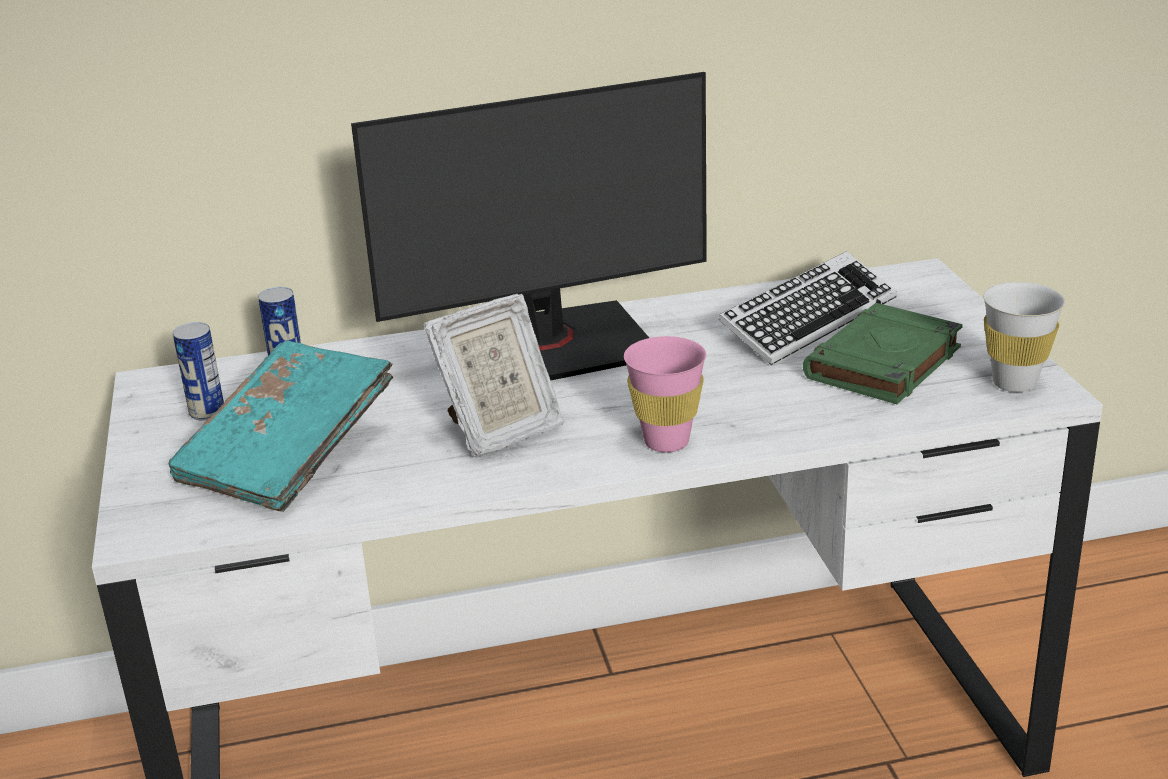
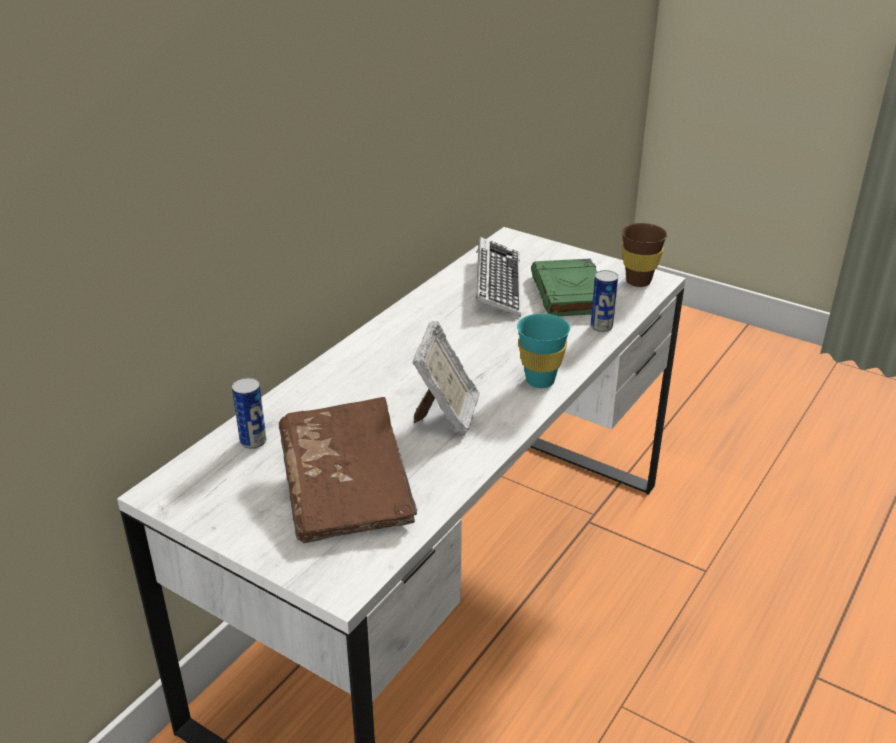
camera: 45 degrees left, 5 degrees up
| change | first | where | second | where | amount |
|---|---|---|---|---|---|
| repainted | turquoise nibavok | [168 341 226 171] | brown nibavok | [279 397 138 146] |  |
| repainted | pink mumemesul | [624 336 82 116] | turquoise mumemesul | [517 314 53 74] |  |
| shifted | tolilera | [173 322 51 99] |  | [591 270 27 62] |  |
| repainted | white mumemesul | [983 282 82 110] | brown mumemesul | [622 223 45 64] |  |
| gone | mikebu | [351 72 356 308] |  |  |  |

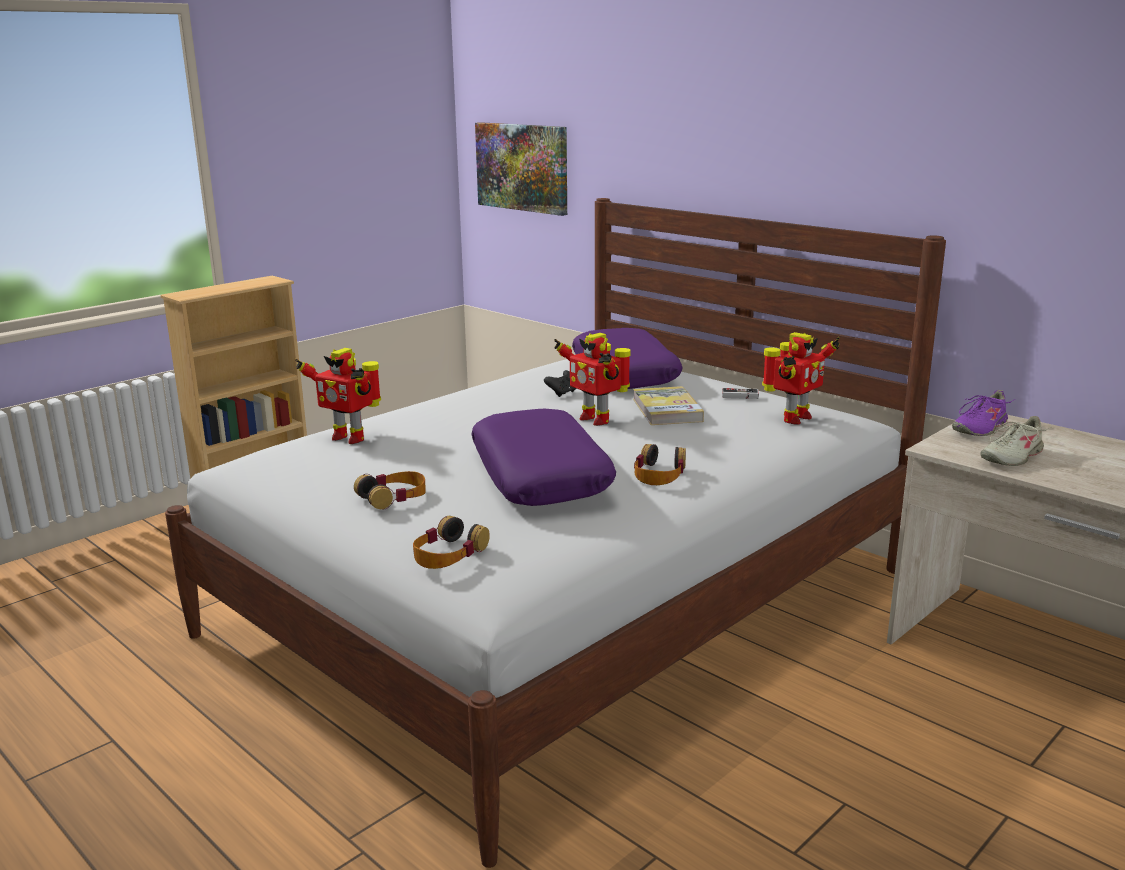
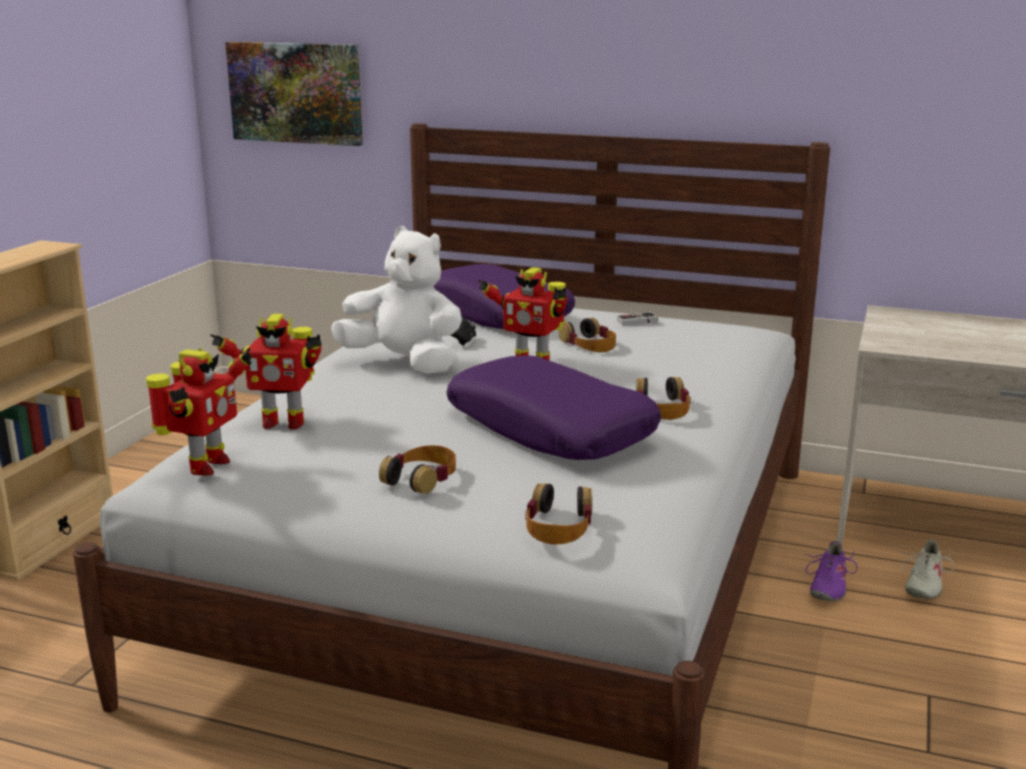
camera: 25 degrees left, 0 degrees up
| change | first | where | second | where | amount |
|---|---|---|---|---|---|
| shifted | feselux | [762 332 78 93] |  | [146 347 106 129] |  |
| new |  |  | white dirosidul | [331 226 131 148] |  |
| swapped | nibavok | [633 386 71 39] | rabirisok | [559 318 57 34] |  |
| shifted | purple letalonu | [952 390 63 46] |  | [804 541 54 60] |  |
| shifted | beige letalonu | [980 416 71 50] |  | [900 539 55 60] |  |

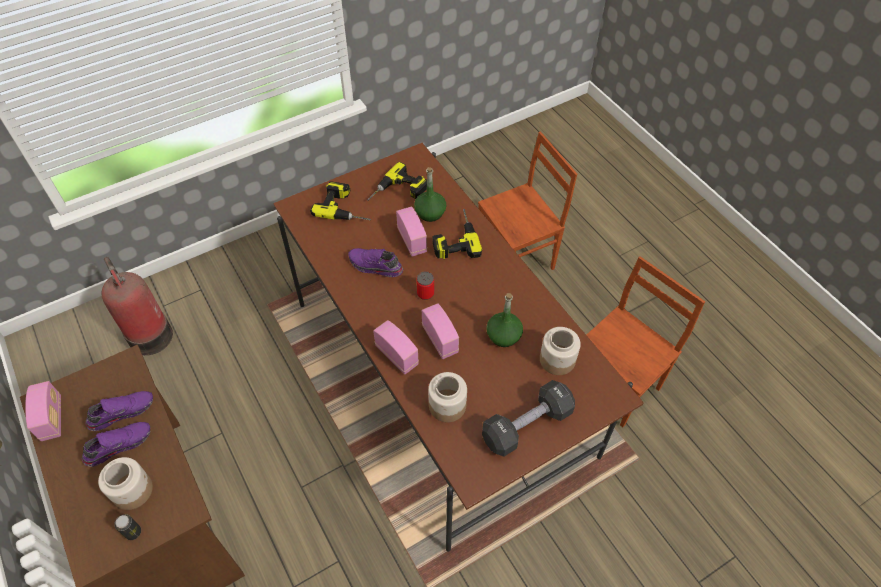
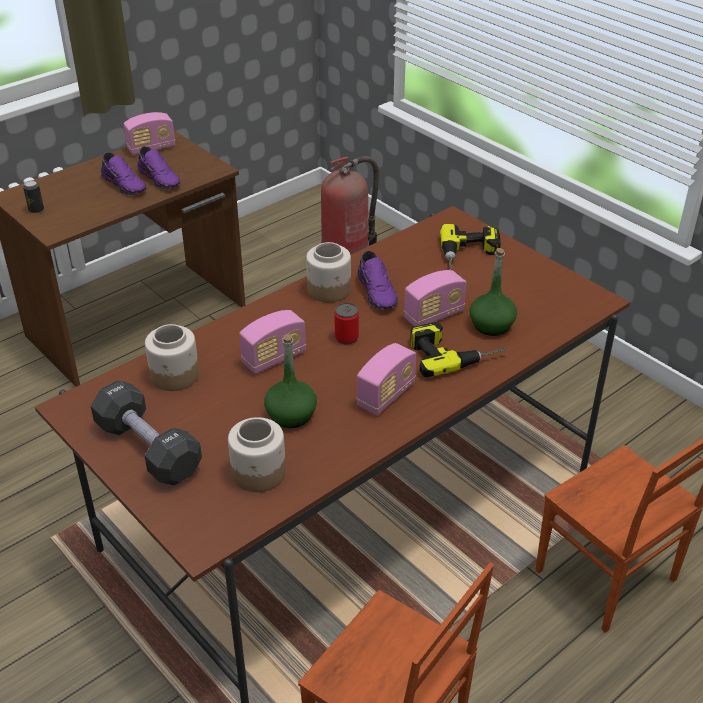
camera: 80 degrees right, 15 degrees down
| change | first | where | second | where | amount |
|---|---|---|---|---|---|
| shifted | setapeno | [98 457 55 53] |  | [306 242 45 60] |  |
| shifted | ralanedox | [373 320 46 54] |  | [356 343 60 72] |  |
| rotated | purple letalonu | [348 248 56 29] |  | [357 251 41 59] | 150 degrees clockwise |
| gone | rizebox | [367 162 60 39] |  |  |  |

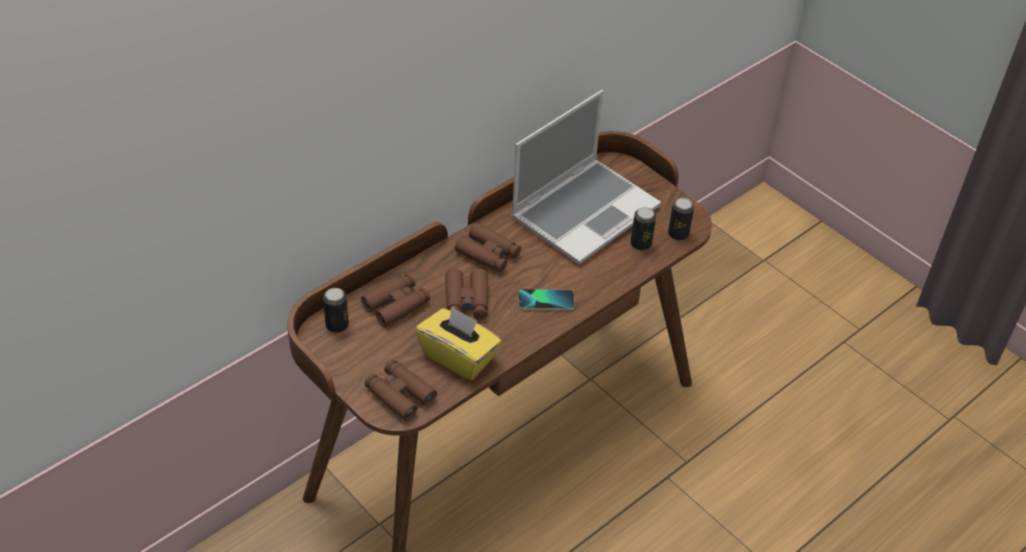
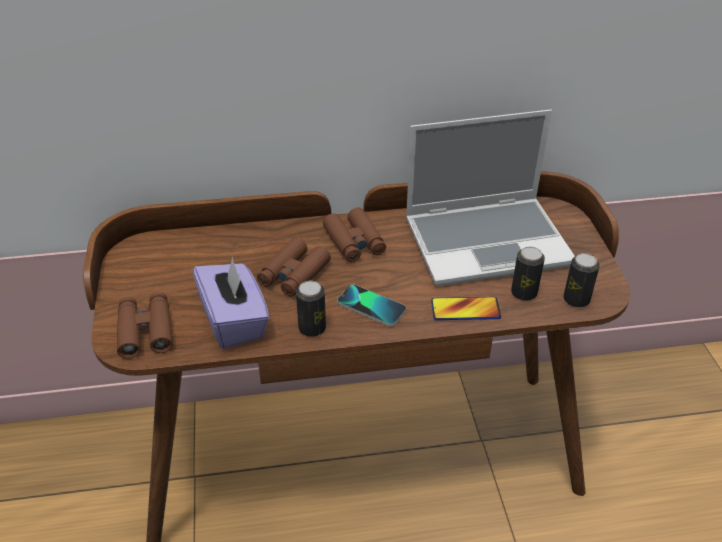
camera: 35 degrees right, 5 degrees down
| change | first | where | second | where | amount |
|---|---|---|---|---|---|
| repainted | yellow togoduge | [416 306 85 74] | purple togoduge | [193 257 76 92] |  |
| shifted | tolilera | [323 288 26 45] |  | [296 281 30 56] |  |
| new |  |  | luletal | [431 297 70 23] |  |
| gone | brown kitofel | [361 273 69 54] |  |  |  |

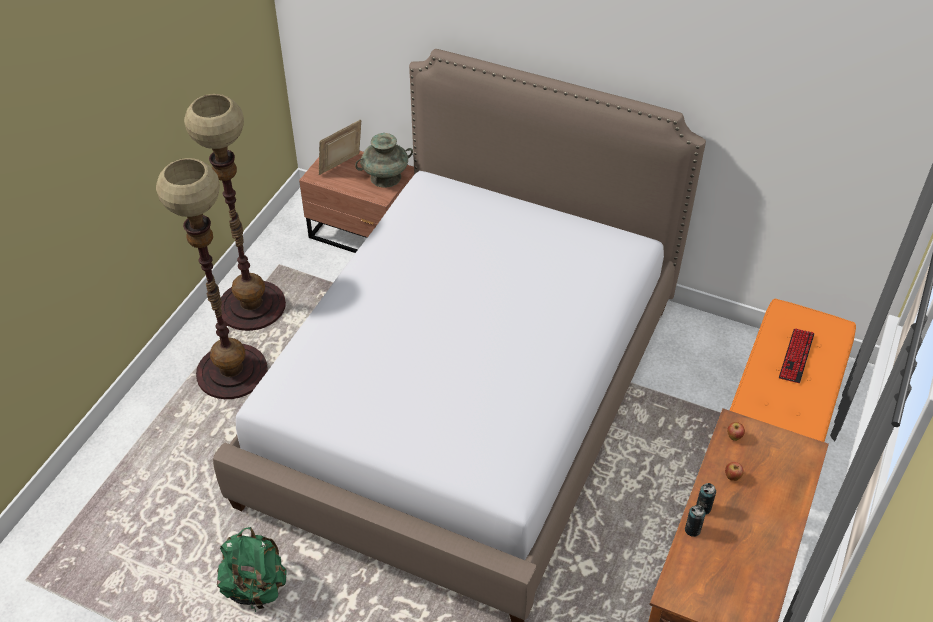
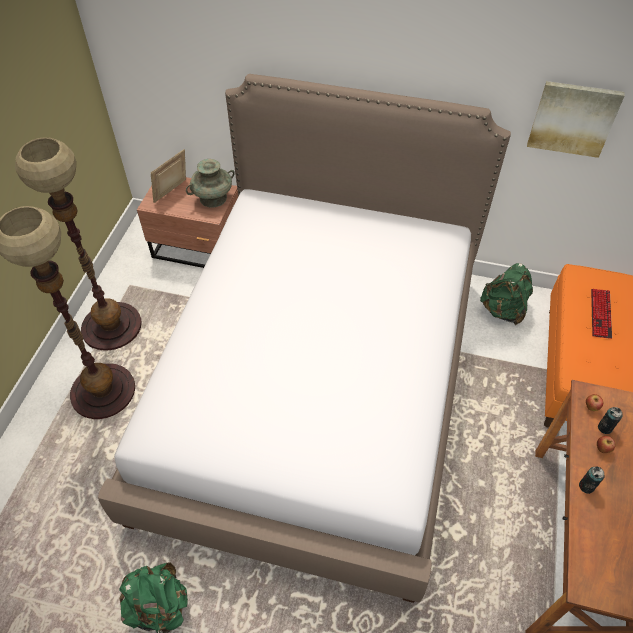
camera: 10 degrees left, 5 degrees up
| change | first | where | second | where | amount |
|---|---|---|---|---|---|
| new |  |  | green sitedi | [480 263 53 62] |  |
| new |  |  | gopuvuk | [527 81 98 77] |  |
| shifted | tolilera | [685 505 21 32] |  | [598 407 25 27] |  |

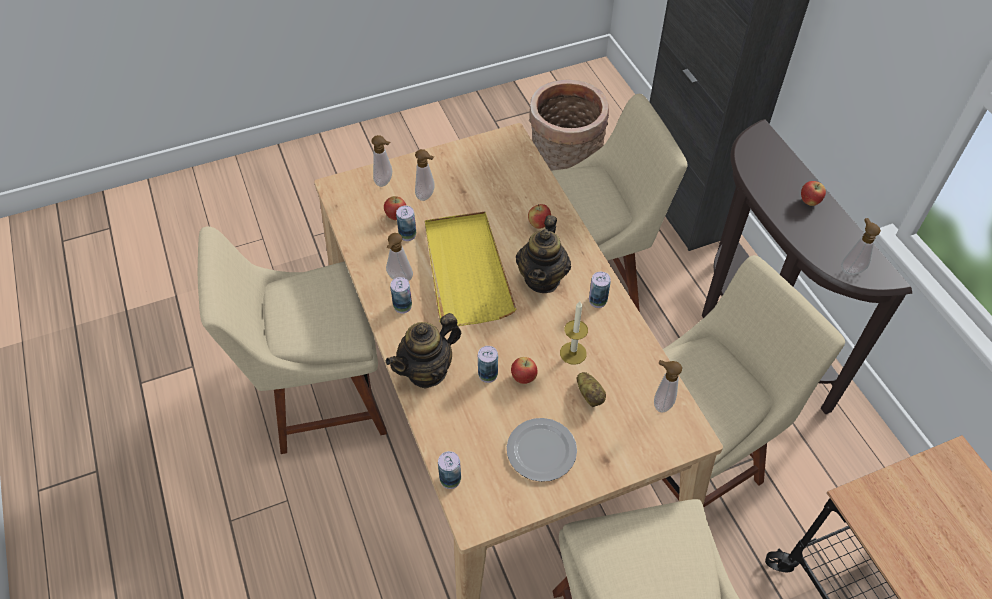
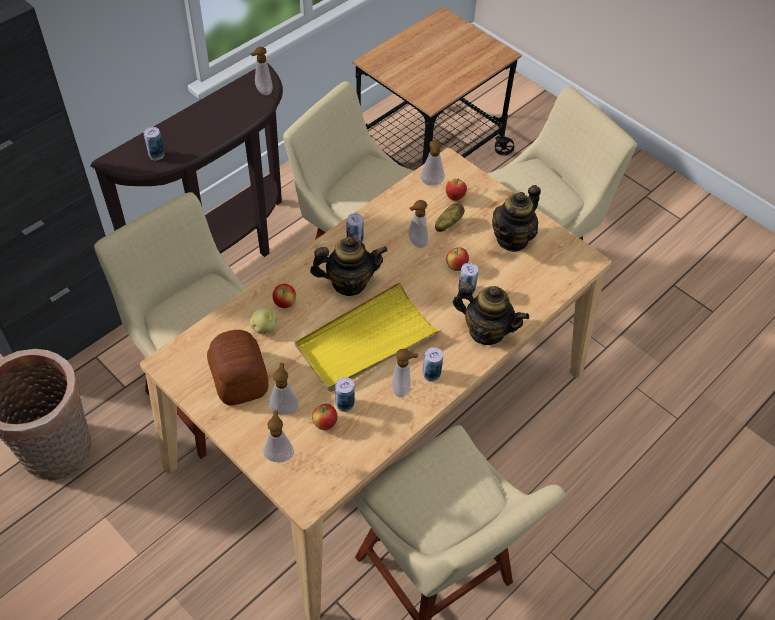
camera: 115 degrees left, 0 degrees up
| change | first | where | second | where | amount |
|---|---|---|---|---|---|
| shifted | tolilera | [438 451 23 38] |  | [144 127 20 33] |  |
| new |  |  | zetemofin | [207 330 61 76] |  |
| new |  |  | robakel | [250 308 27 26] |  |
| swapped | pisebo | [560 301 28 64] | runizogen | [408 200 20 48] |  |
| shifted | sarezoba | [801 181 25 25] |  | [446 178 21 23] |  |
| swapped | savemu | [507 418 70 64] | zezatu | [492 185 49 67] |  |

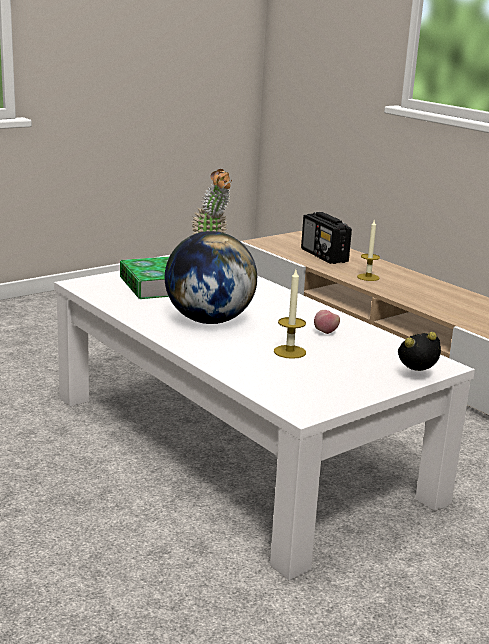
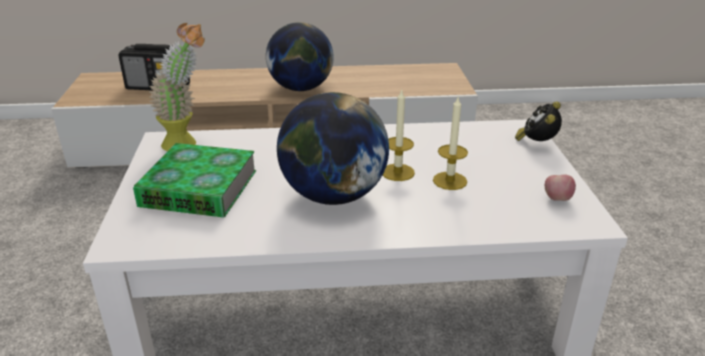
camera: 55 degrees left, 10 degrees up
| change | first | where | second | where | amount |
|---|---|---|---|---|---|
| new |  |  | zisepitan | [266 22 68 69] |  |
| shifted | pisebo | [357 220 23 61] |  | [383 89 32 92] |  |
| shifted | sarezoba | [314 310 26 24] |  | [545 174 31 27] |  |

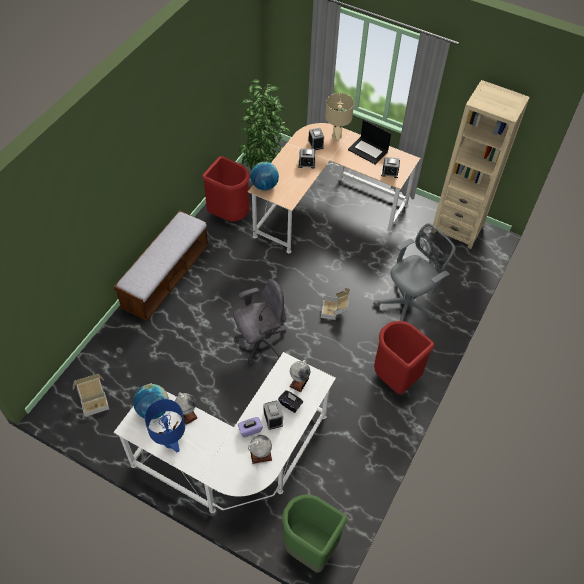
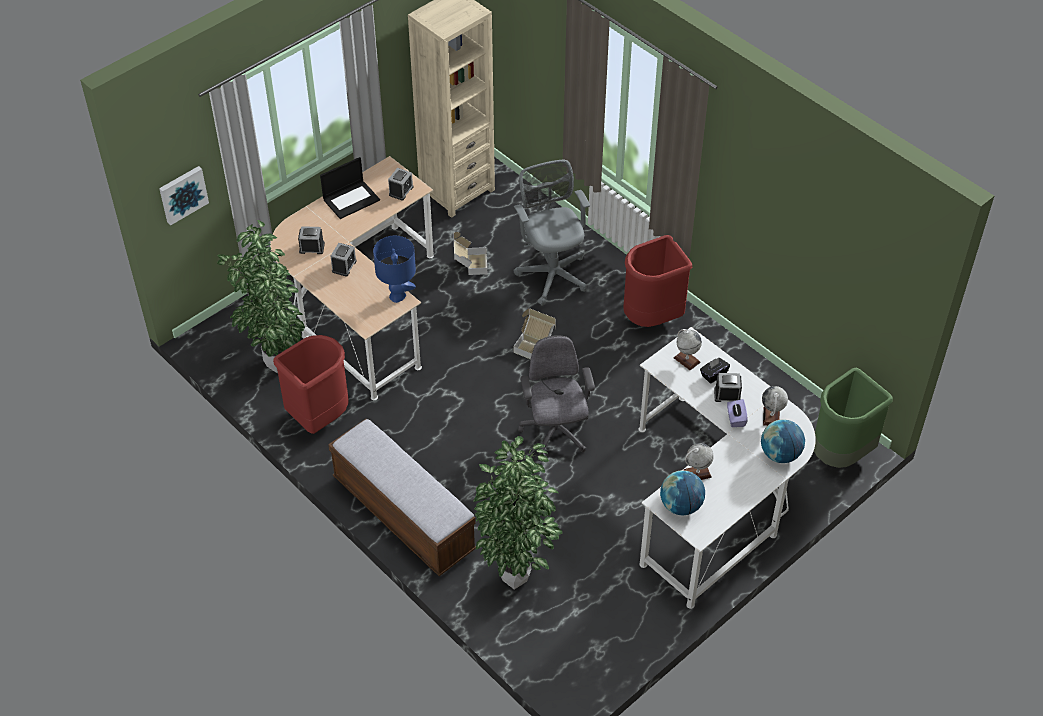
camera: 70 degrees left, 5 degrees down
| change | first | where | second | where | amount |
|---|---|---|---|---|---|
| new |  |  | gopuvuk | [159 166 50 59] |  |
| shifted | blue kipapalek | [145 399 40 53] |  | [373 236 43 67] |  |
| shifted | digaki | [73 374 36 43] |  | [453 232 34 43] |  |
| new |  |  | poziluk | [474 436 88 154] |  |
| shifted | zisepitan | [251 162 28 28] |  | [761 419 44 44] |  |
| gone | beige kipapalek | [325 93 29 48] |  |  |  |

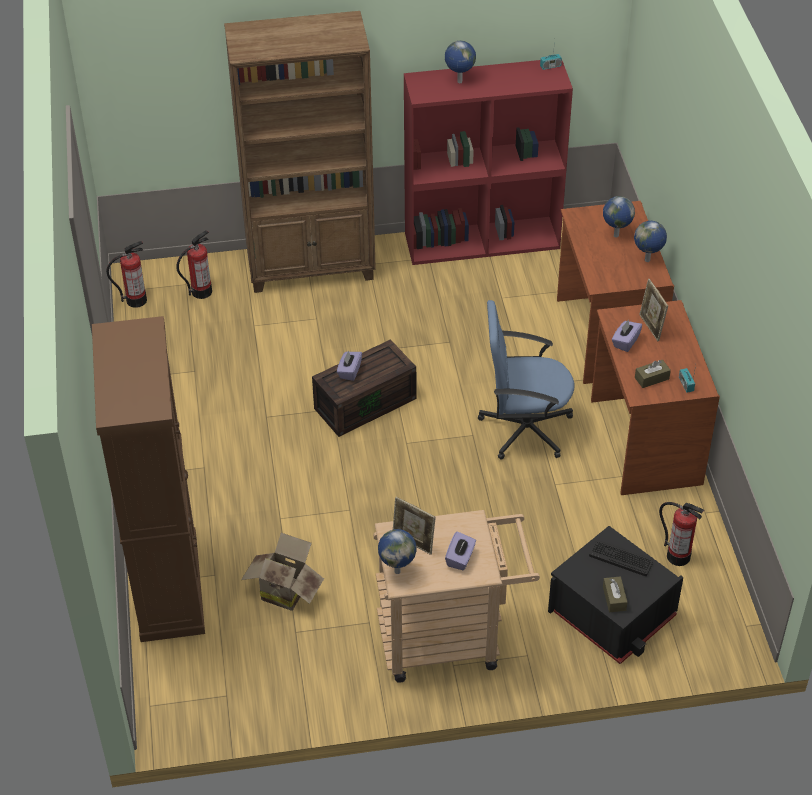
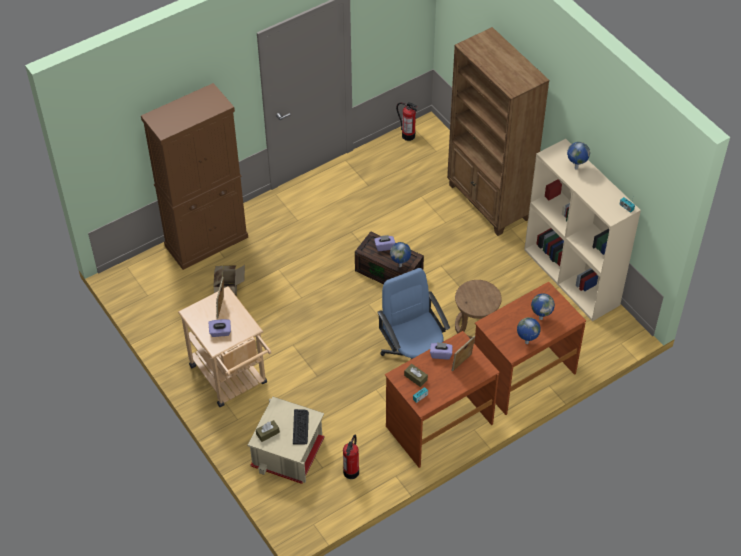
camera: 65 degrees right, 5 degrees up
| change | first | where | second | where | amount |
|---|---|---|---|---|---|
| repainted | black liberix | [548 526 135 138] | beige liberix | [248 396 76 88] |  |
| shifted | zisepitan | [378 529 39 45] |  | [390 242 21 25] |  |
| new |  |  | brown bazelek | [455 280 47 63] |  |
| repainted | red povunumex | [404 60 169 205] | beige povunumex | [524 139 117 182] |  |
| gone | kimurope | [176 230 36 69] |  |  |  |

